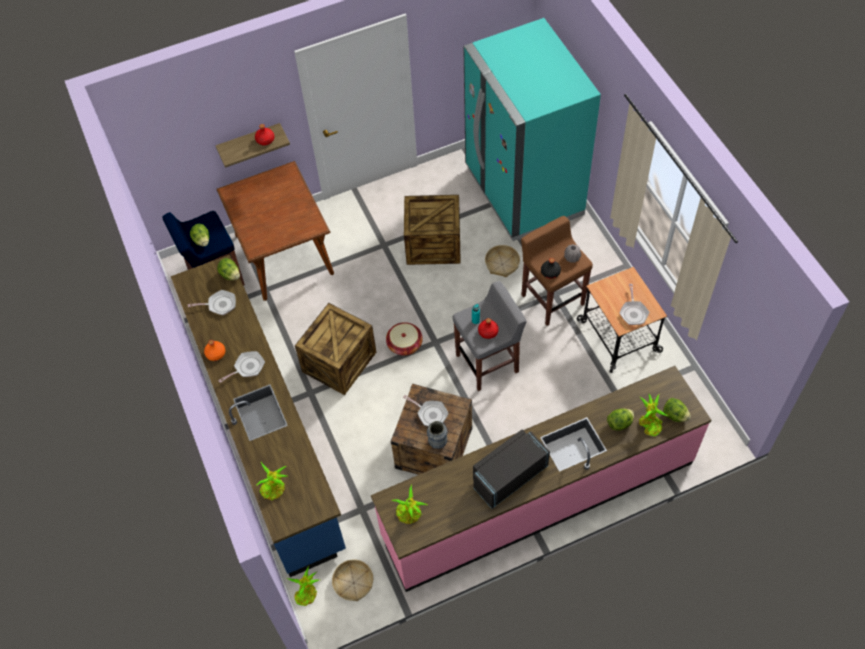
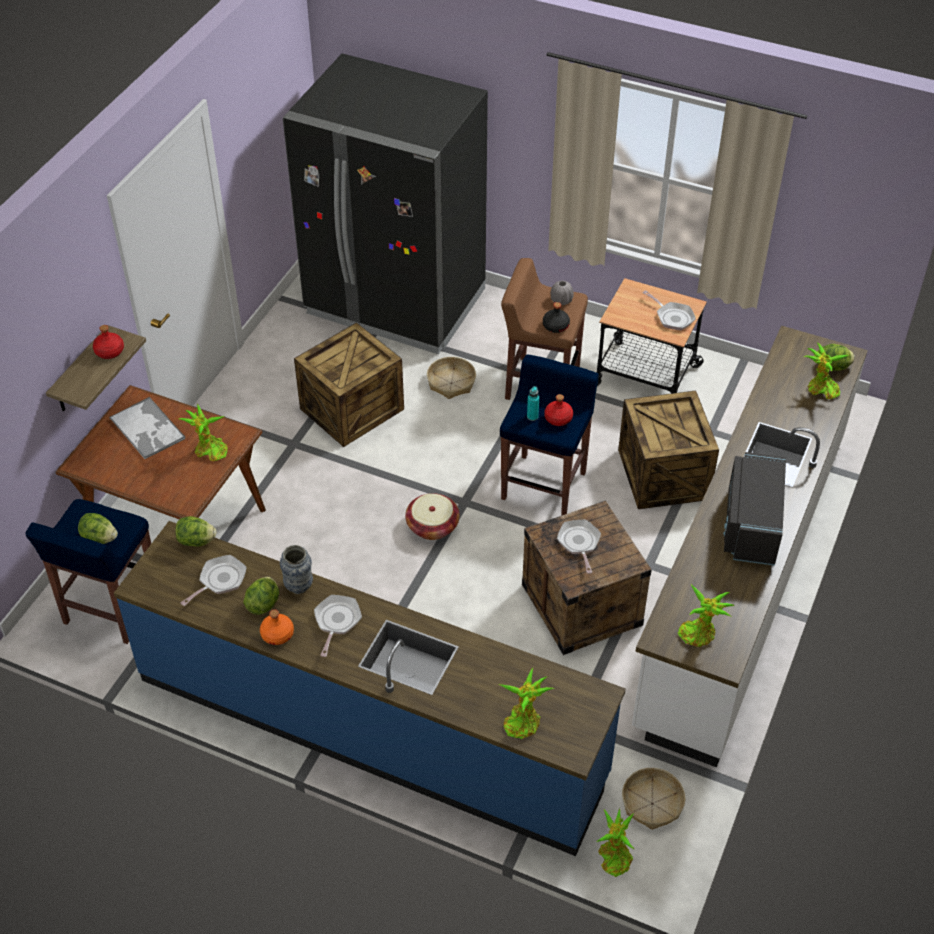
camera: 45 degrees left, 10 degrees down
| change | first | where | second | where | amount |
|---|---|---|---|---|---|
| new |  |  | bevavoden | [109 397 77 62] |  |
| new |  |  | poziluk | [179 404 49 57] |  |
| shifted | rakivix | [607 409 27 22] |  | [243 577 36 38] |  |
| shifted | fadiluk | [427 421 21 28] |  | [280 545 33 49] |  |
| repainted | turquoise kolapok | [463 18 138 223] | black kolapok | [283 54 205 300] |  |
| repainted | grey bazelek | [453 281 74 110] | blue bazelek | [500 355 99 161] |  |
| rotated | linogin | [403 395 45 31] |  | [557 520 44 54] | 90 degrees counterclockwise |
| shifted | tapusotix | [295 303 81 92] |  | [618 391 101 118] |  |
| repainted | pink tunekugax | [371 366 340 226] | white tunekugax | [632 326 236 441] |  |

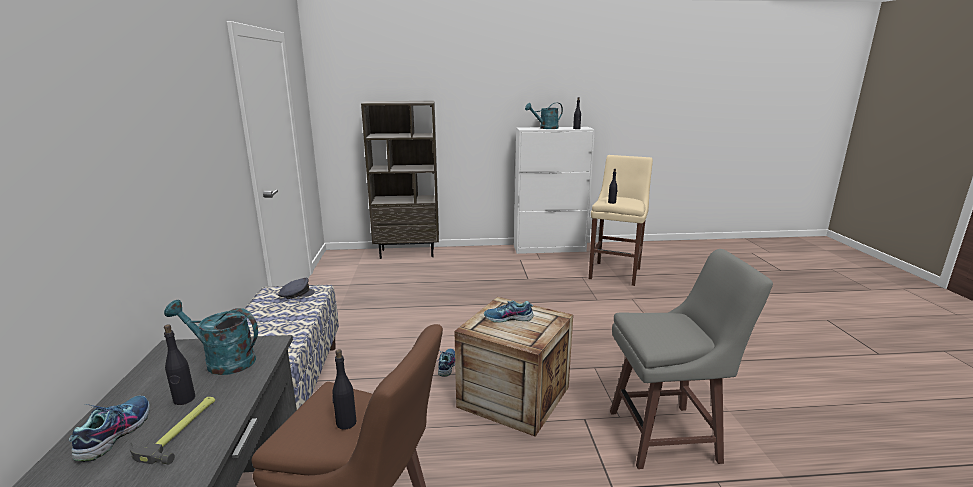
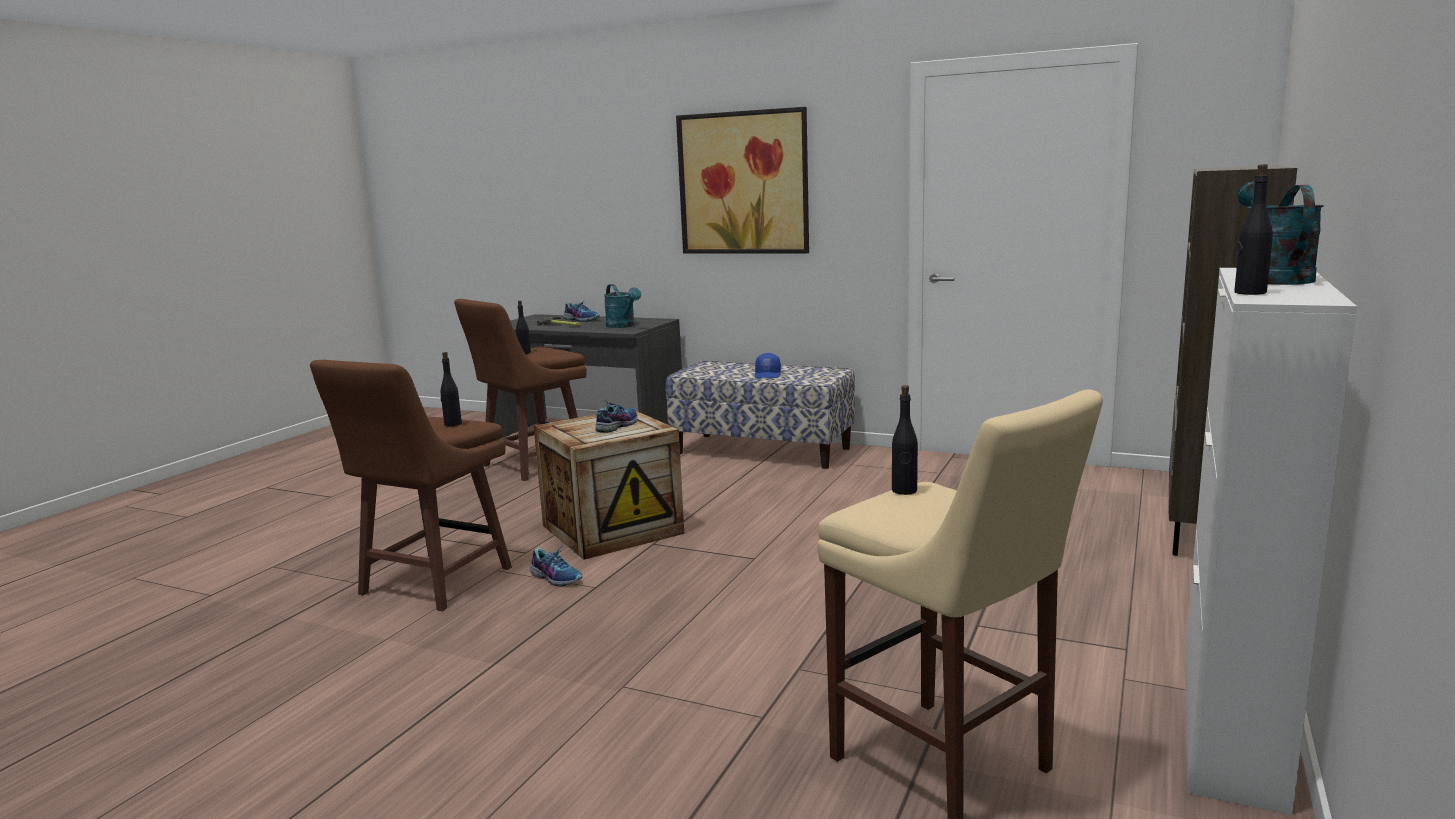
camera: 120 degrees right, 5 degrees down
| change | first | where | second | where | amount |
|---|---|---|---|---|---|
| repainted | grey bazelek | [610 249 163 220] | brown bazelek | [310 360 202 251] |  |
| shifted | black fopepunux | [164 324 31 81] |  | [441 352 21 74] |  |
| shifted | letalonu | [437 348 18 29] |  | [530 546 53 41] |  |
| rotated | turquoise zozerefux | [164 300 94 75] |  | [604 284 37 44] | 105 degrees clockwise |
| new |  |  | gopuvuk | [676 107 133 147] |  |
| new |  |  | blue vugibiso | [755 353 26 25] |  |
| gone | grey vugibiso | [278 278 37 21] |  |  |  |

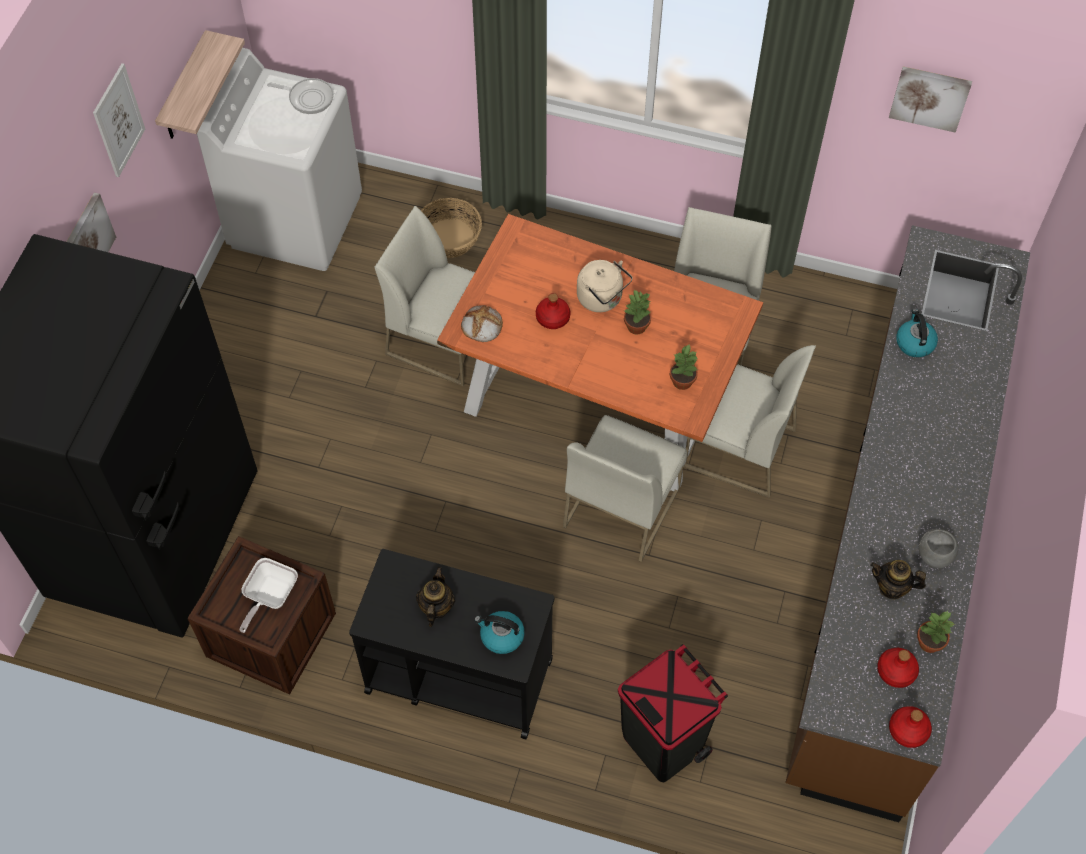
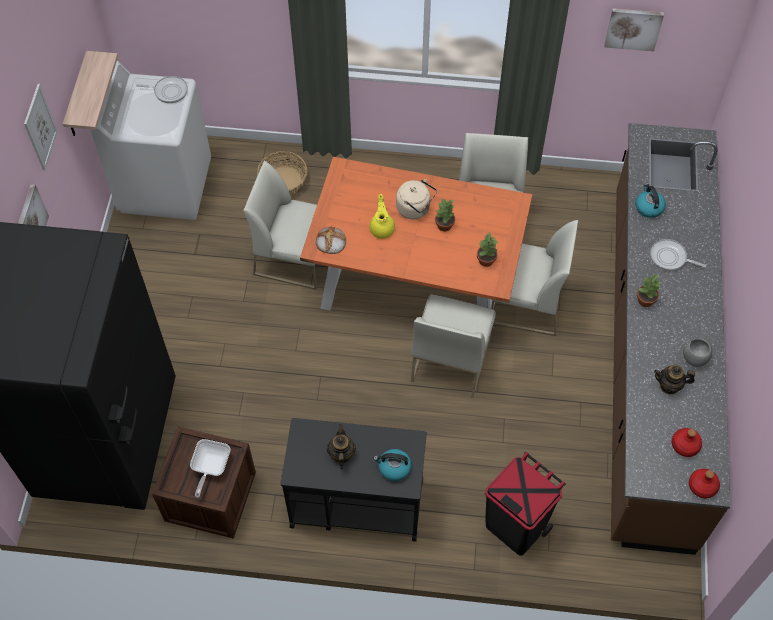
camera: 10 degrees left, 0 degrees up
| change | first | where | second | where | amount |
|---|---|---|---|---|---|
| swapped | red fopepunux | [536 293 34 36] | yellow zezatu | [369 194 26 45] |  |
| shifted | poziluk | [917 611 39 42] |  | [637 274 25 33] |  |
| new |  |  | linogin | [650 239 56 32] |  |

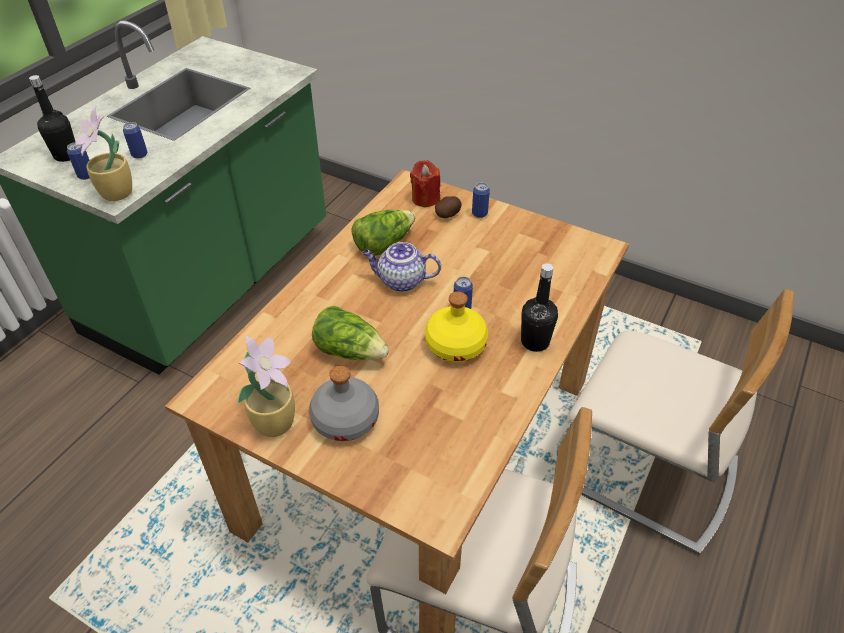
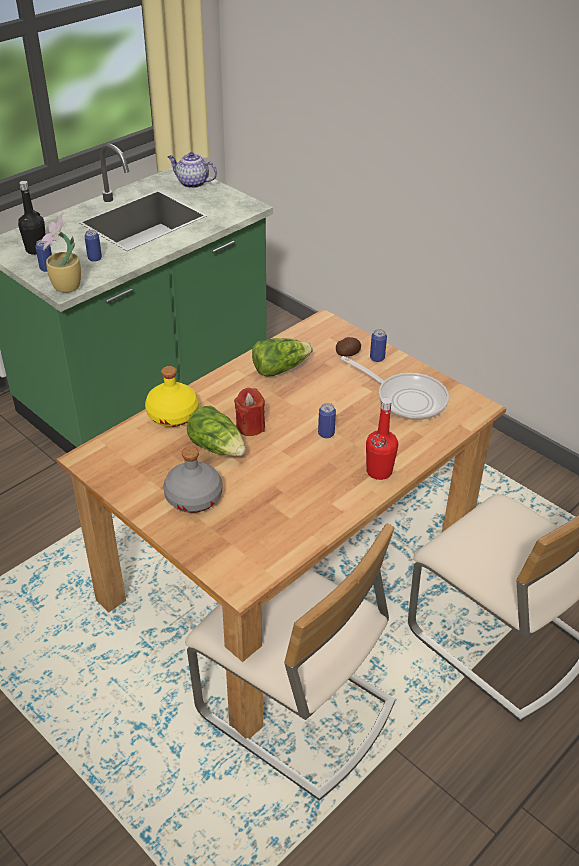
camera: 15 degrees right, 5 degrees down
| change | first | where | second | where | amount |
|---|---|---|---|---|---|
| shifted | yellow fopepunux | [425 291 63 71] |  | [145 366 54 61] |  |
| shifted | zezatu | [362 242 79 50] |  | [168 152 49 36] |  |
| shifted | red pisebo | [410 160 30 47] |  | [234 388 31 48] |  |
| new |  |  | linogin | [341 356 108 64] |  |
| repainted | black fopepunux | [521 263 37 89] | red fopepunux | [366 398 32 82] |  |
| gone | poziluk | [237 336 58 101] |  |  |  |

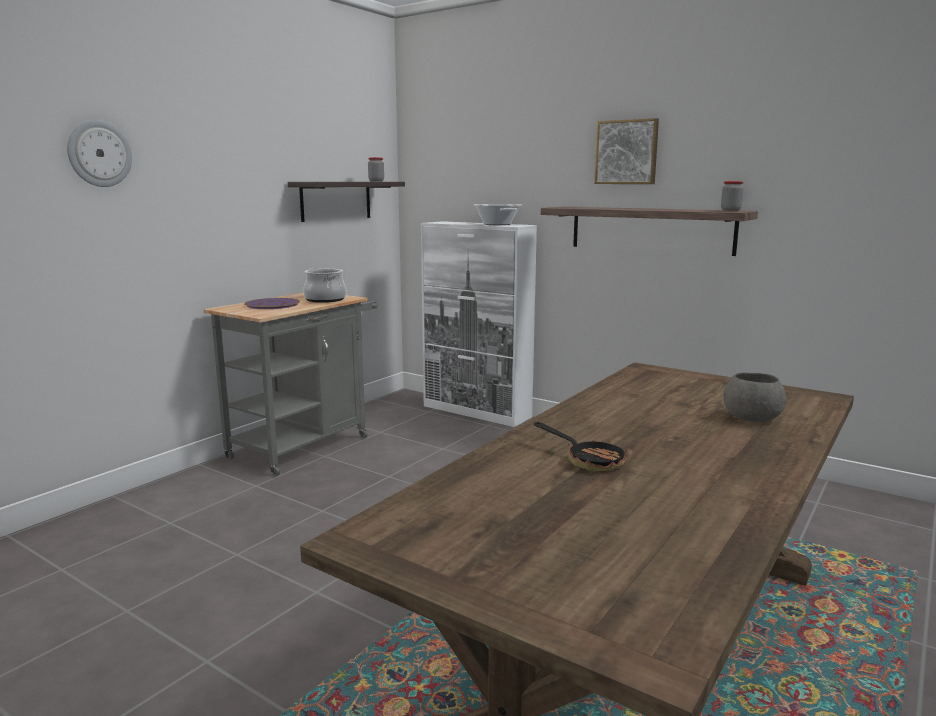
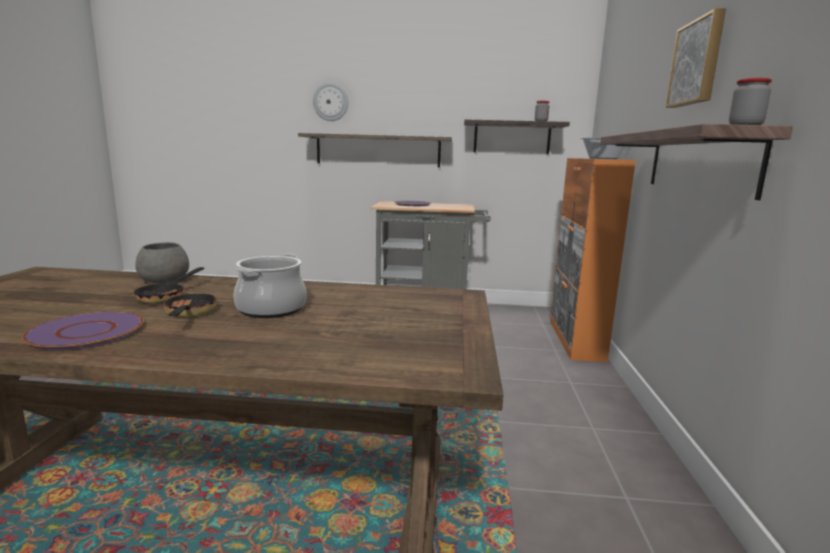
camera: 60 degrees right, 0 degrees up
| change | first | where | second | where | amount |
|---|---|---|---|---|---|
| new |  |  | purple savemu | [22 311 122 39] |  |
| shifted | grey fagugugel | [723 373 63 49] |  | [135 242 54 41] |  |
| new |  |  | linogin | [163 291 54 26] |  |
| shifted | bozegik | [303 268 43 35] |  | [234 254 72 64] |  |
| new |  |  | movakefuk | [298 133 154 34] |  |
| repainted | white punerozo | [421 221 116 206] | orange punerozo | [550 158 86 204] |  |

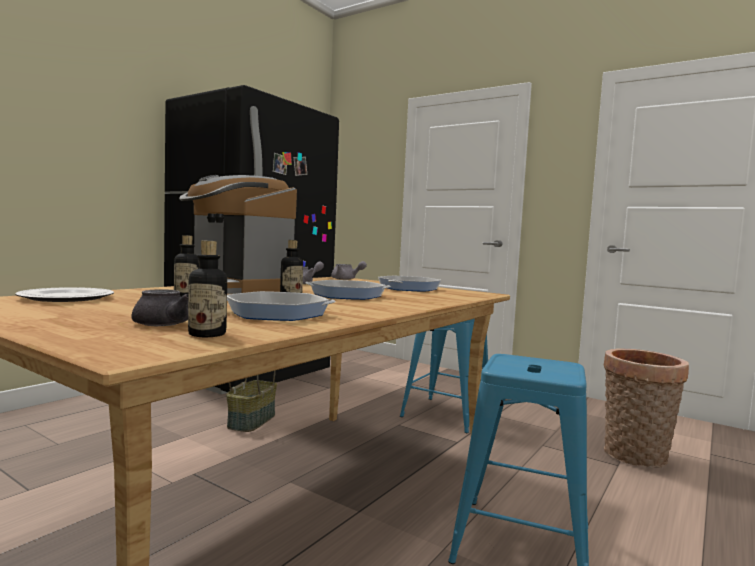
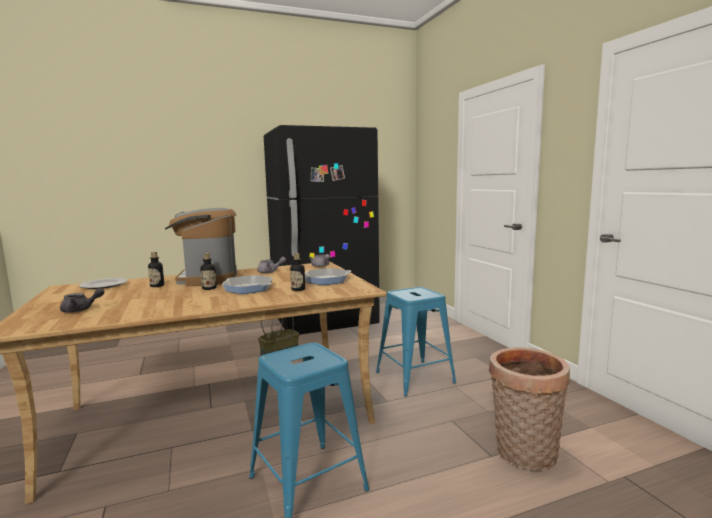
camera: 35 degrees right, 5 degrees up
| change | first | where | second | where | amount |
|---|---|---|---|---|---|
| shifted | fopepunux | [188 240 39 97] |  | [290 253 15 38] |  |
| gone | linogin | [227 291 109 30] |  |  |  |

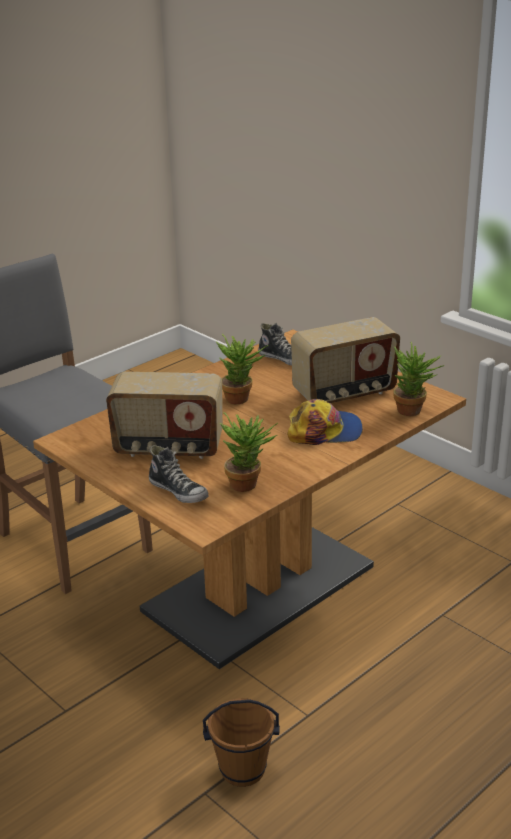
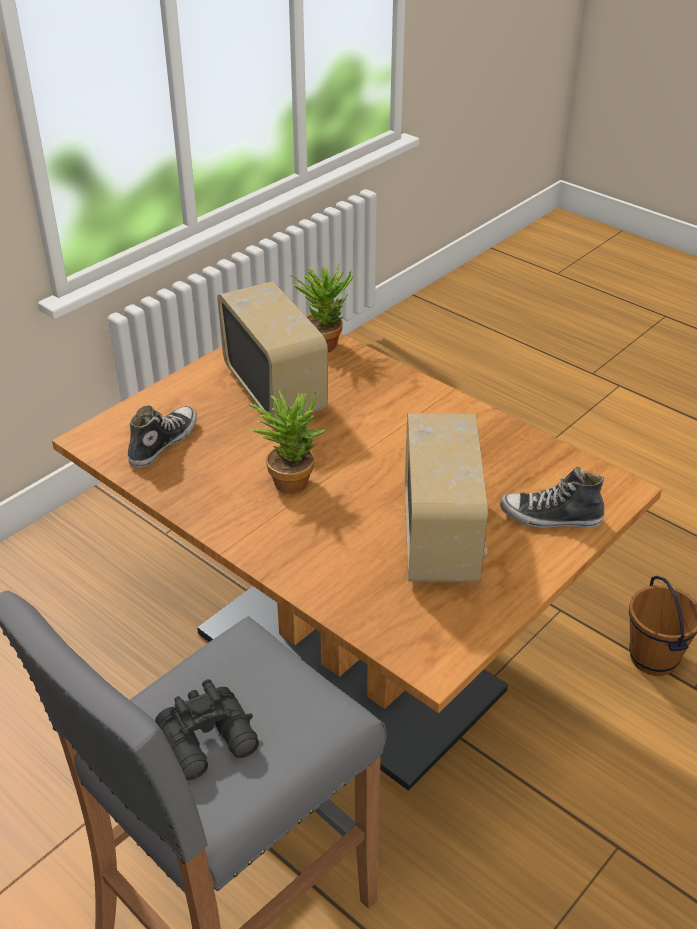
camera: 95 degrees left, 10 degrees up
| change | first | where | second | where | amount |
|---|---|---|---|---|---|
| new |  |  | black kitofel | [155 679 104 101] |  |
| rotated | letalonu | [149 445 60 58] |  | [500 467 105 61] | 120 degrees counterclockwise |
| gone | poziluk | [220 412 58 80] |  |  |  |
| gone | vugibiso | [287 399 76 46] |  |  |  |

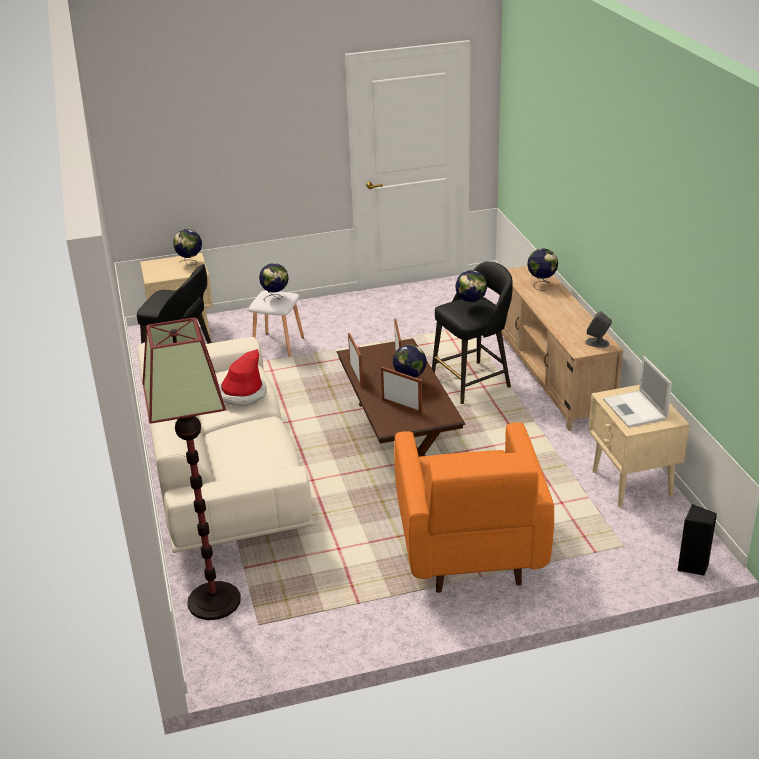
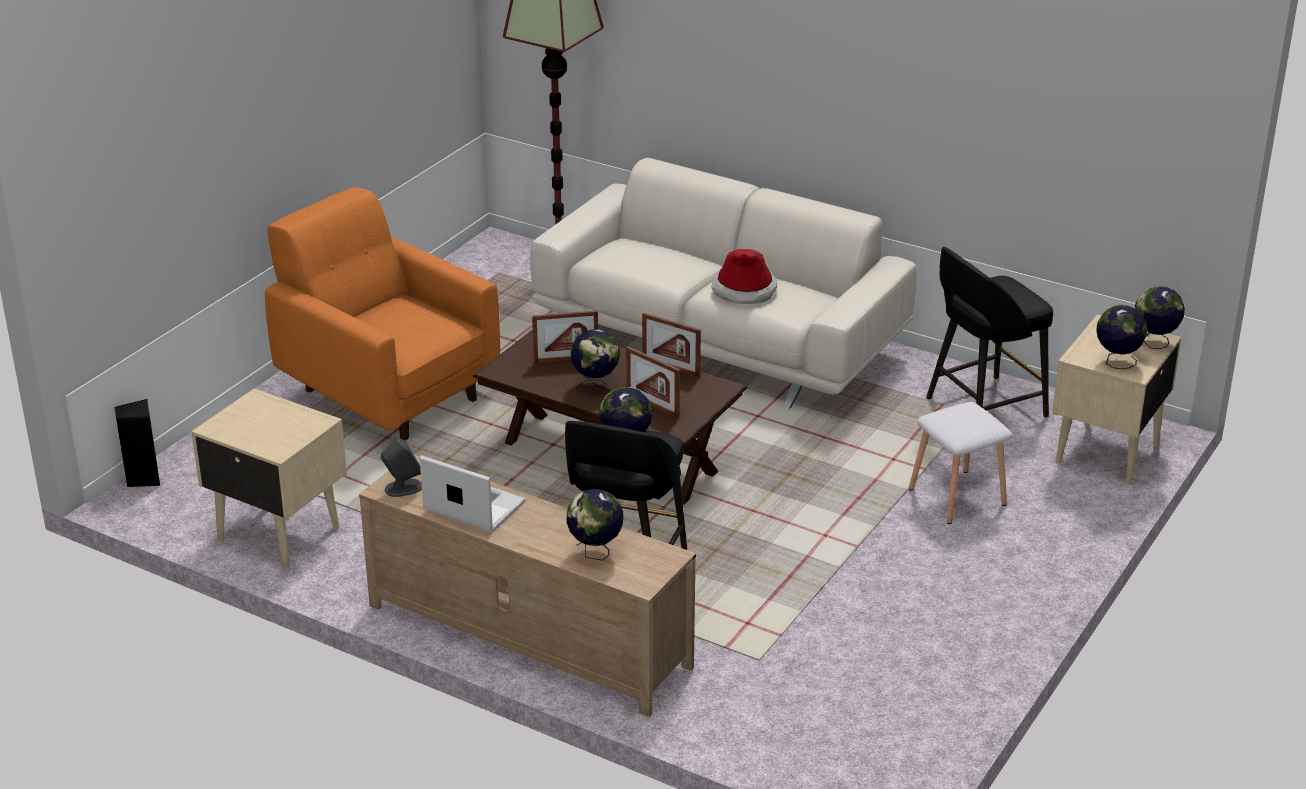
camera: 135 degrees right, 0 degrees up
| change | first | where | second | where | amount |
|---|---|---|---|---|---|
| shifted | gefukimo | [603 356 69 72] |  | [420 456 106 76] |  |
| shifted | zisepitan | [259 263 30 39] |  | [1135 286 50 63] |  |

